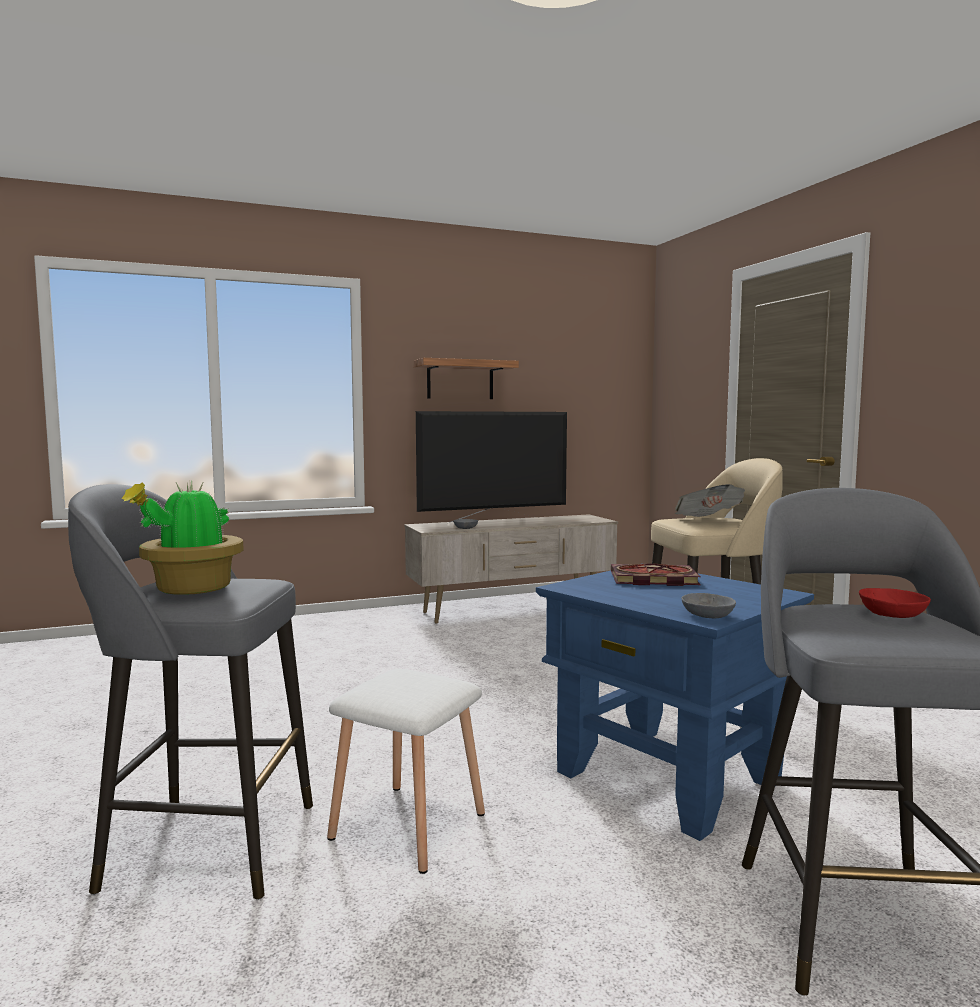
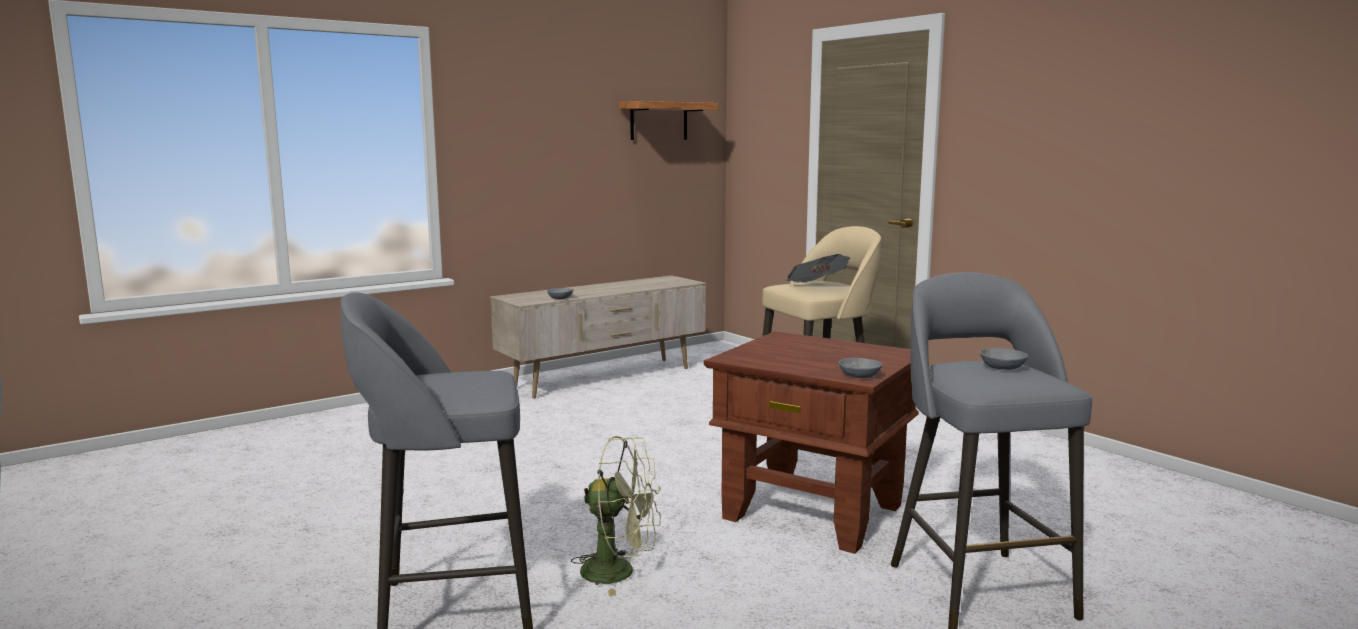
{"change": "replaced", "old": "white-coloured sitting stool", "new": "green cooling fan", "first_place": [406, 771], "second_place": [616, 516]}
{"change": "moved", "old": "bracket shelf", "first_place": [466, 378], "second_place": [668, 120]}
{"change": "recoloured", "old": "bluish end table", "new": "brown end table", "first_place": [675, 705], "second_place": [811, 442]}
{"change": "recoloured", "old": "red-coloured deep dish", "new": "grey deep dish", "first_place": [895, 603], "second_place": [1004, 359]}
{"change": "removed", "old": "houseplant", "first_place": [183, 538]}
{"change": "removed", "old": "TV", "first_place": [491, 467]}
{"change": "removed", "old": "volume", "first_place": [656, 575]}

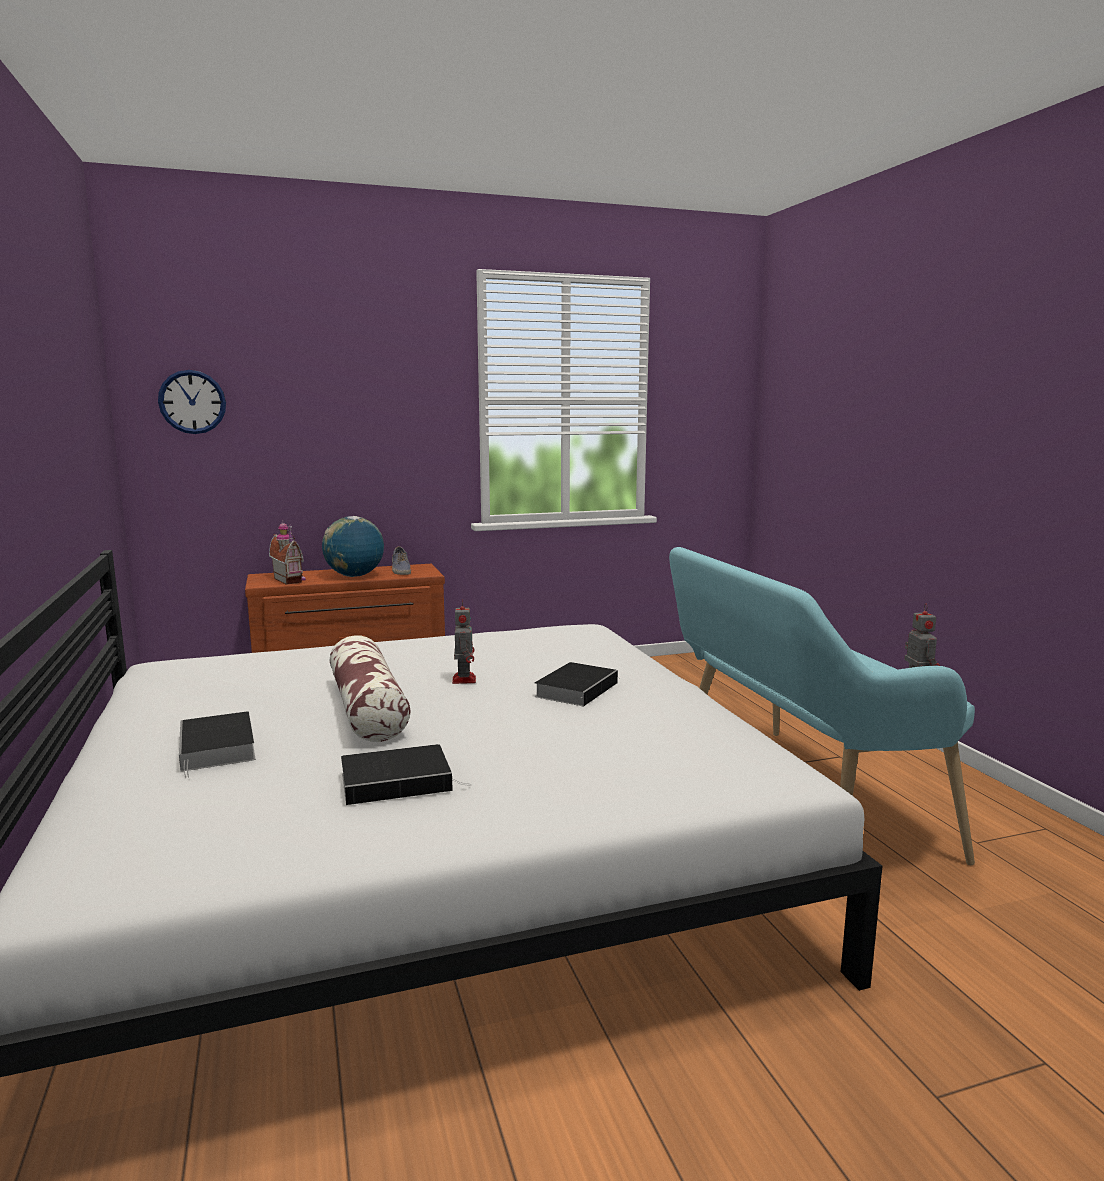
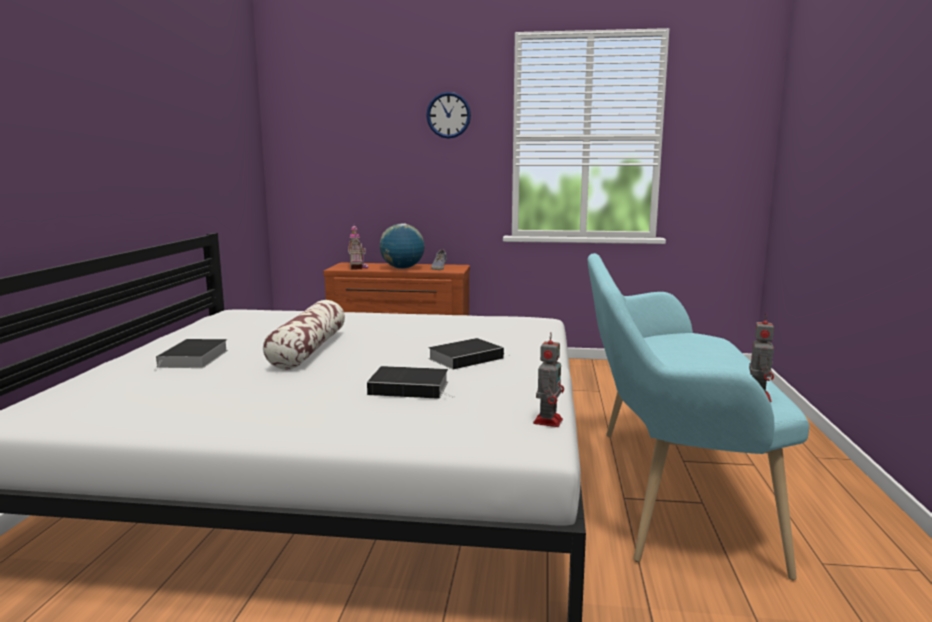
{"change": "moved", "old": "volume", "first_place": [406, 774], "second_place": [410, 382]}
{"change": "moved", "old": "clock on the wall", "first_place": [192, 402], "second_place": [448, 115]}
{"change": "moved", "old": "robot figure", "first_place": [464, 641], "second_place": [548, 379]}

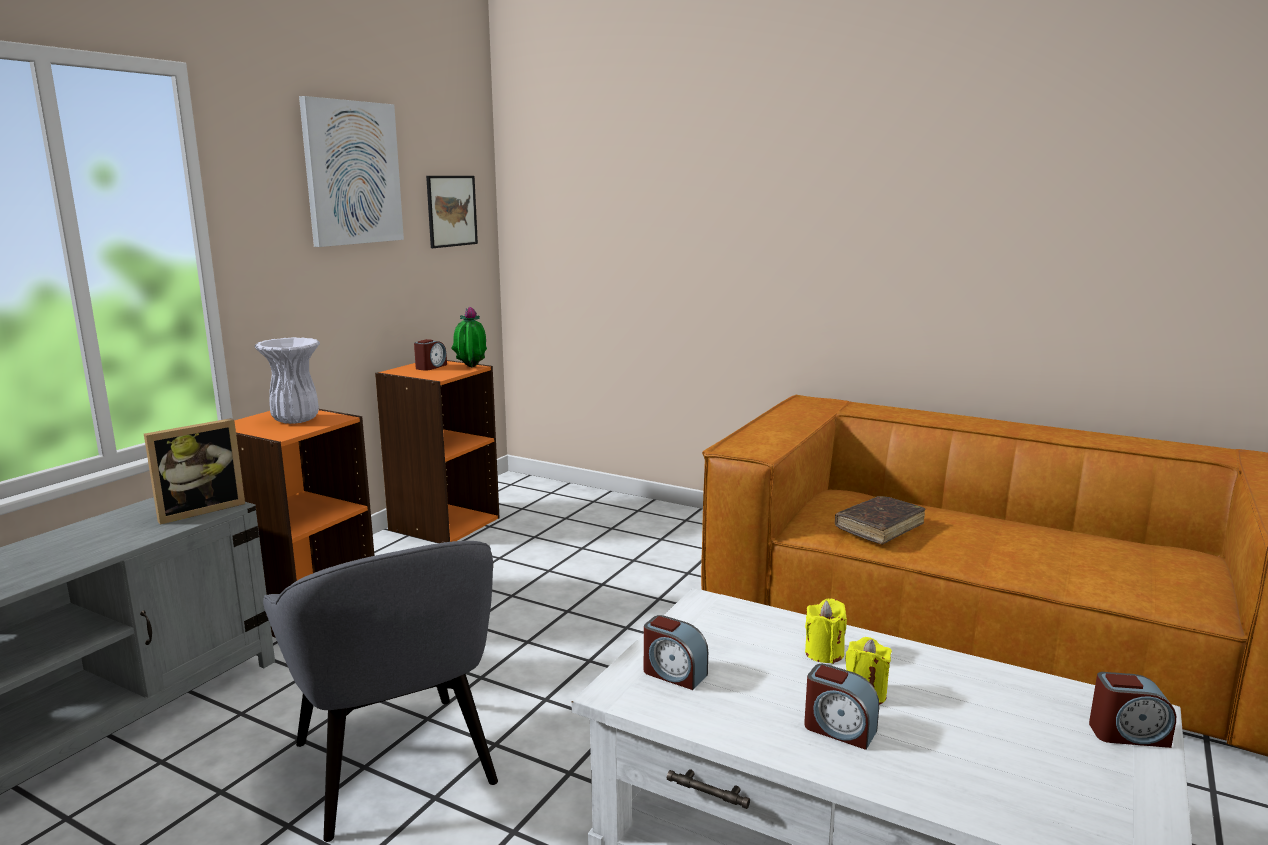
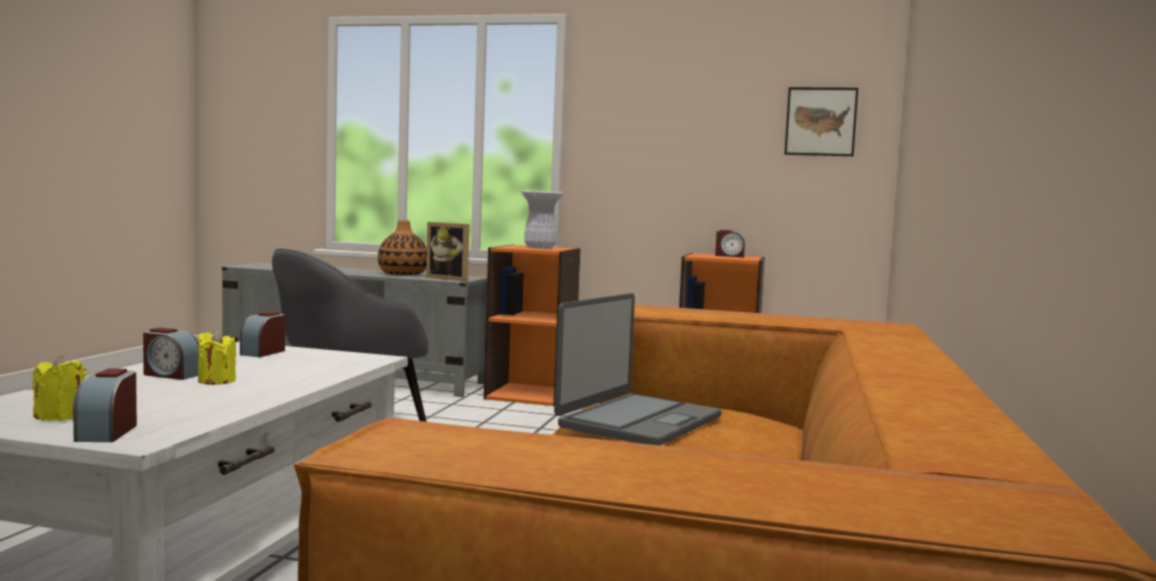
{"change": "moved", "old": "yellow-coloured candle", "first_place": [826, 631], "second_place": [59, 388]}
{"change": "turned", "old": "table clock", "first_place": [841, 707], "second_place": [171, 353], "degrees": -90}
{"change": "added", "new": "vase", "second_place": [402, 247]}
{"change": "replaced", "old": "brown volume", "new": "notebook computer", "first_place": [880, 520], "second_place": [637, 369]}
{"change": "removed", "old": "picture", "first_place": [351, 171]}
{"change": "removed", "old": "houseplant", "first_place": [469, 336]}

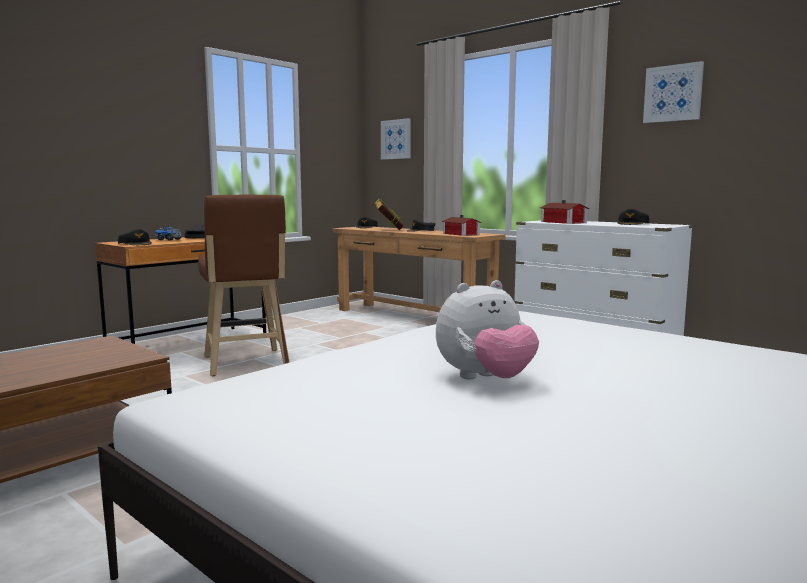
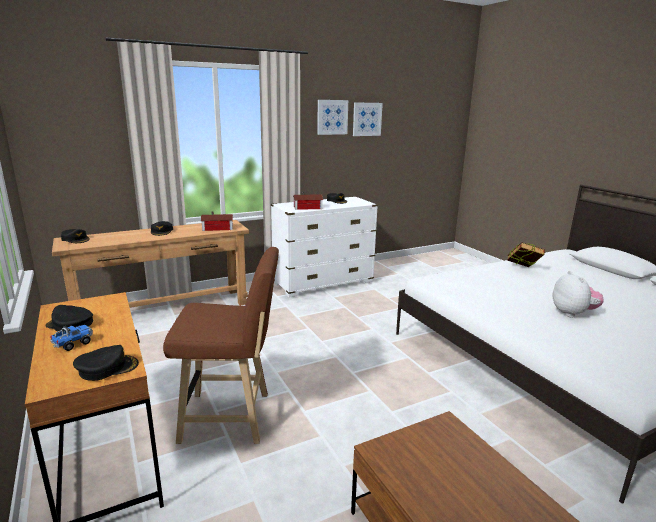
{"change": "moved", "old": "picture", "first_place": [396, 139], "second_place": [368, 119]}
{"change": "moved", "old": "volume", "first_place": [388, 214], "second_place": [526, 254]}

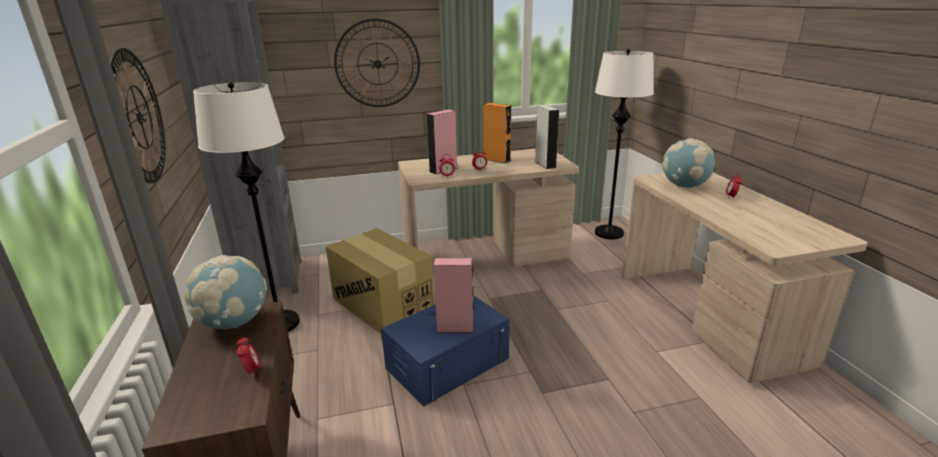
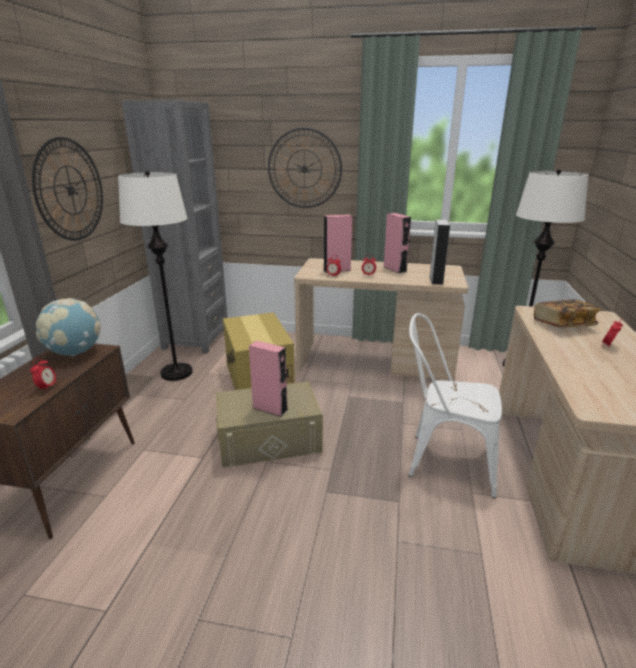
{"change": "recoloured", "old": "bluish storage box", "new": "beige-coloured storage box", "first_place": [445, 351], "second_place": [269, 424]}
{"change": "recoloured", "old": "orange-coloured speaker", "new": "pink-coloured speaker", "first_place": [497, 133], "second_place": [397, 243]}
{"change": "added", "new": "white-coloured plain chair", "second_place": [455, 405]}
{"change": "replaced", "old": "globe", "new": "volume", "first_place": [688, 163], "second_place": [568, 313]}

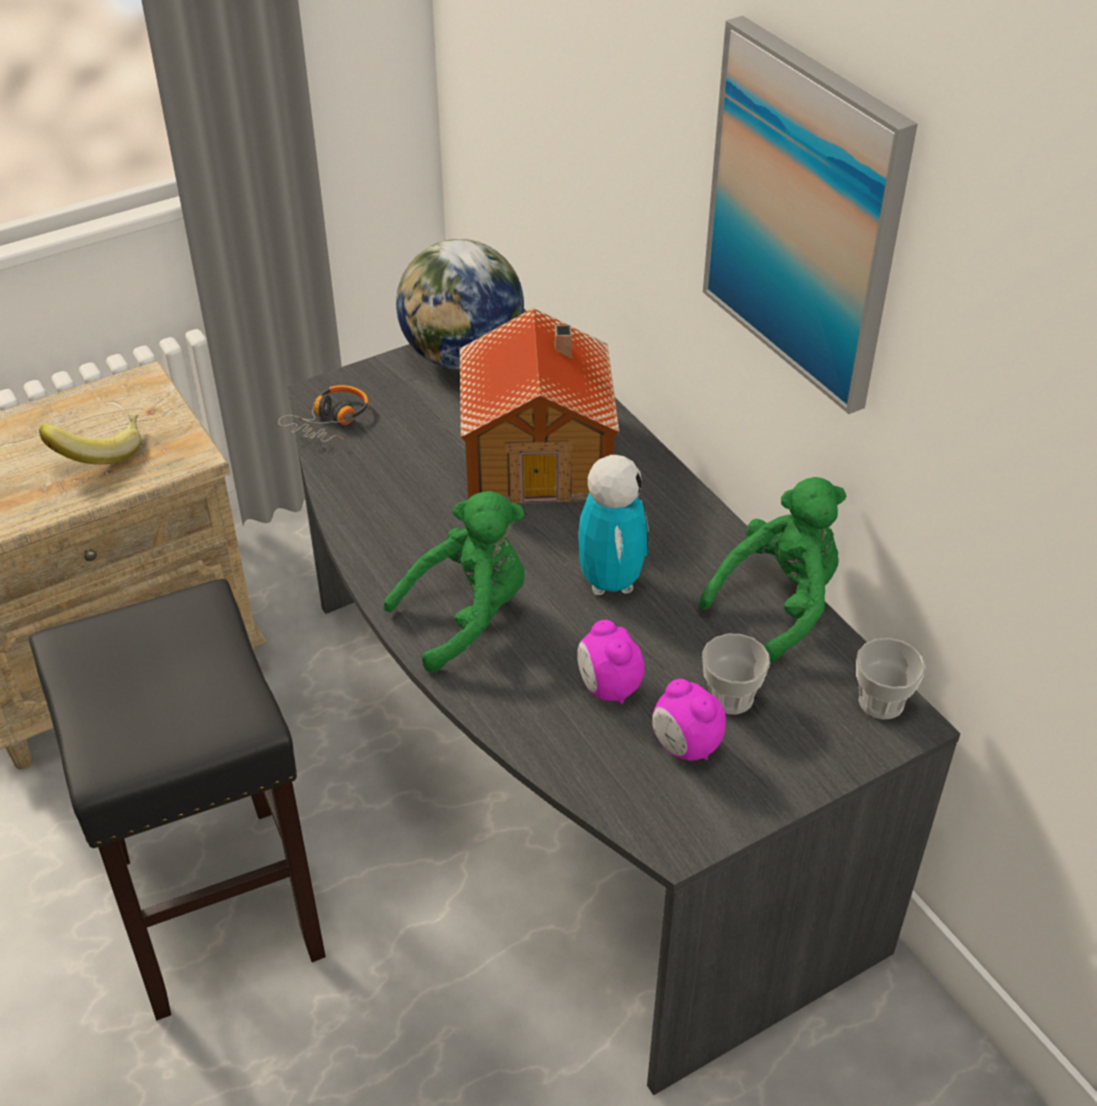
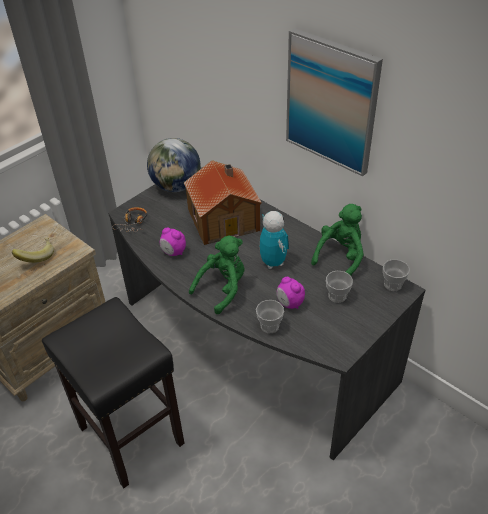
{"change": "moved", "old": "table clock", "first_place": [689, 720], "second_place": [173, 241]}
{"change": "added", "new": "drinking cup", "second_place": [270, 316]}

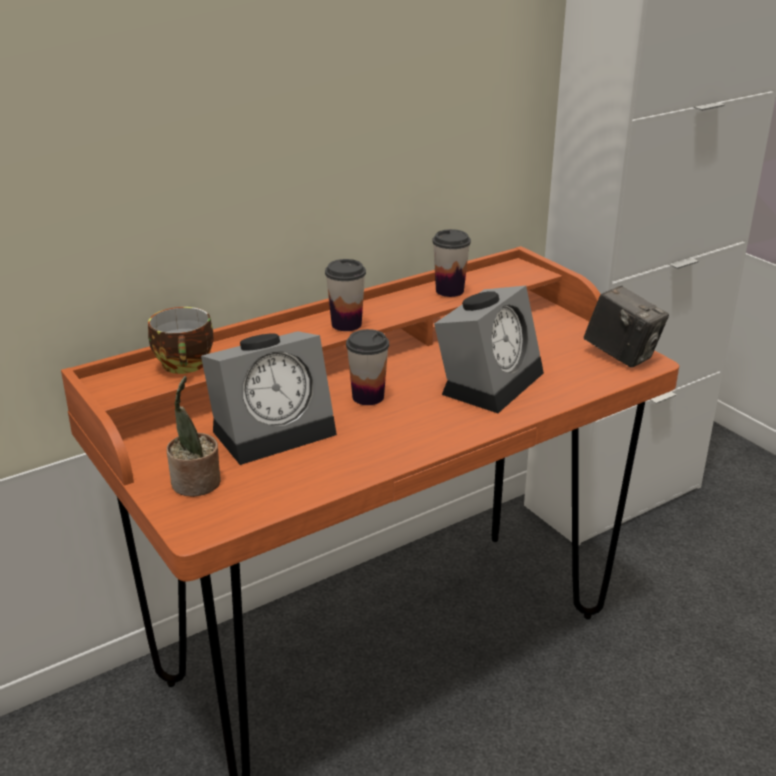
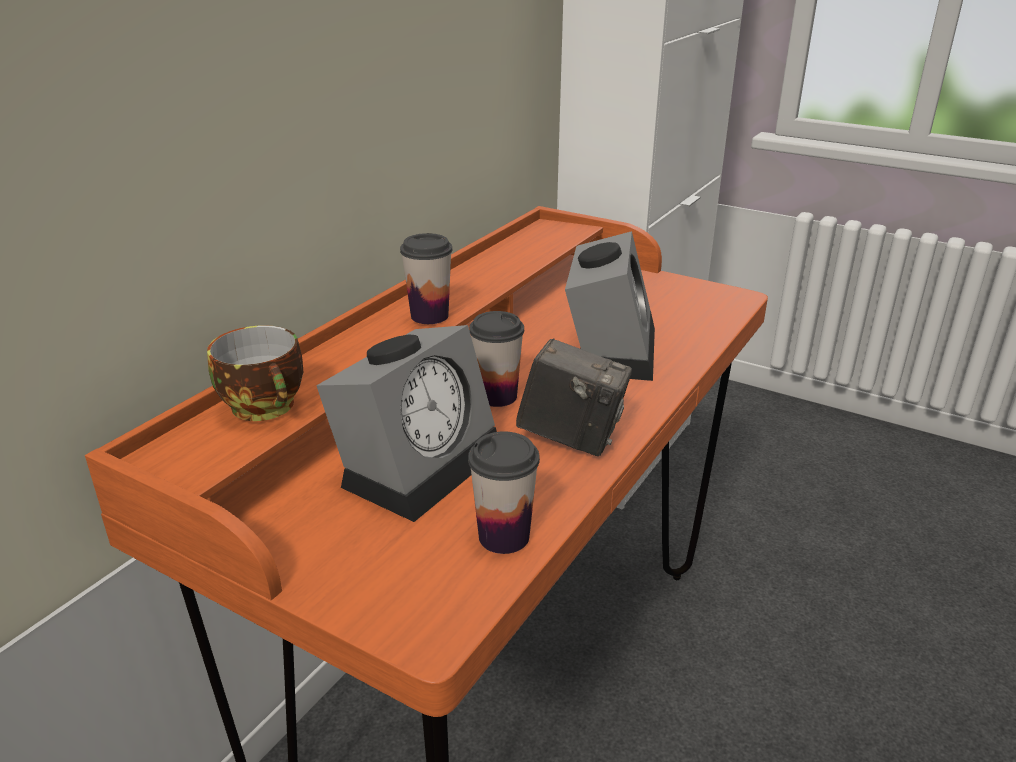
{"change": "moved", "old": "drinking cup", "first_place": [451, 263], "second_place": [504, 492]}
{"change": "moved", "old": "photo camera", "first_place": [626, 327], "second_place": [574, 397]}
{"change": "removed", "old": "houseplant", "first_place": [194, 436]}

